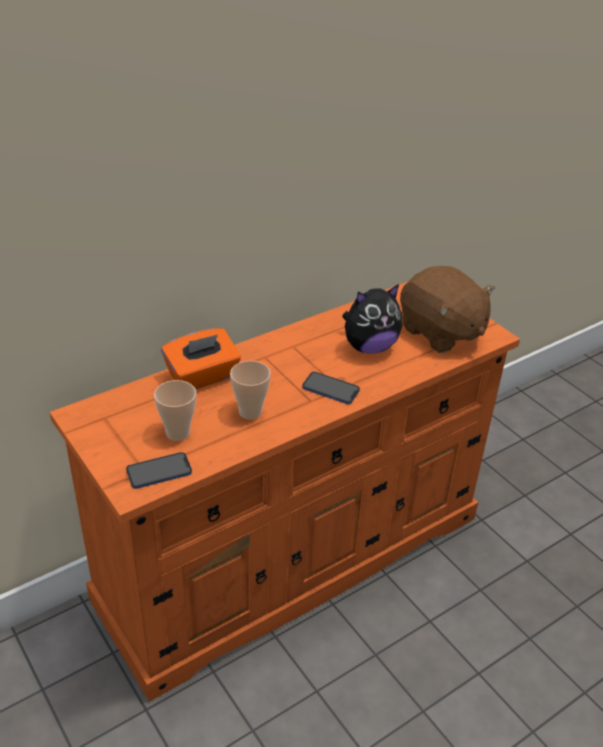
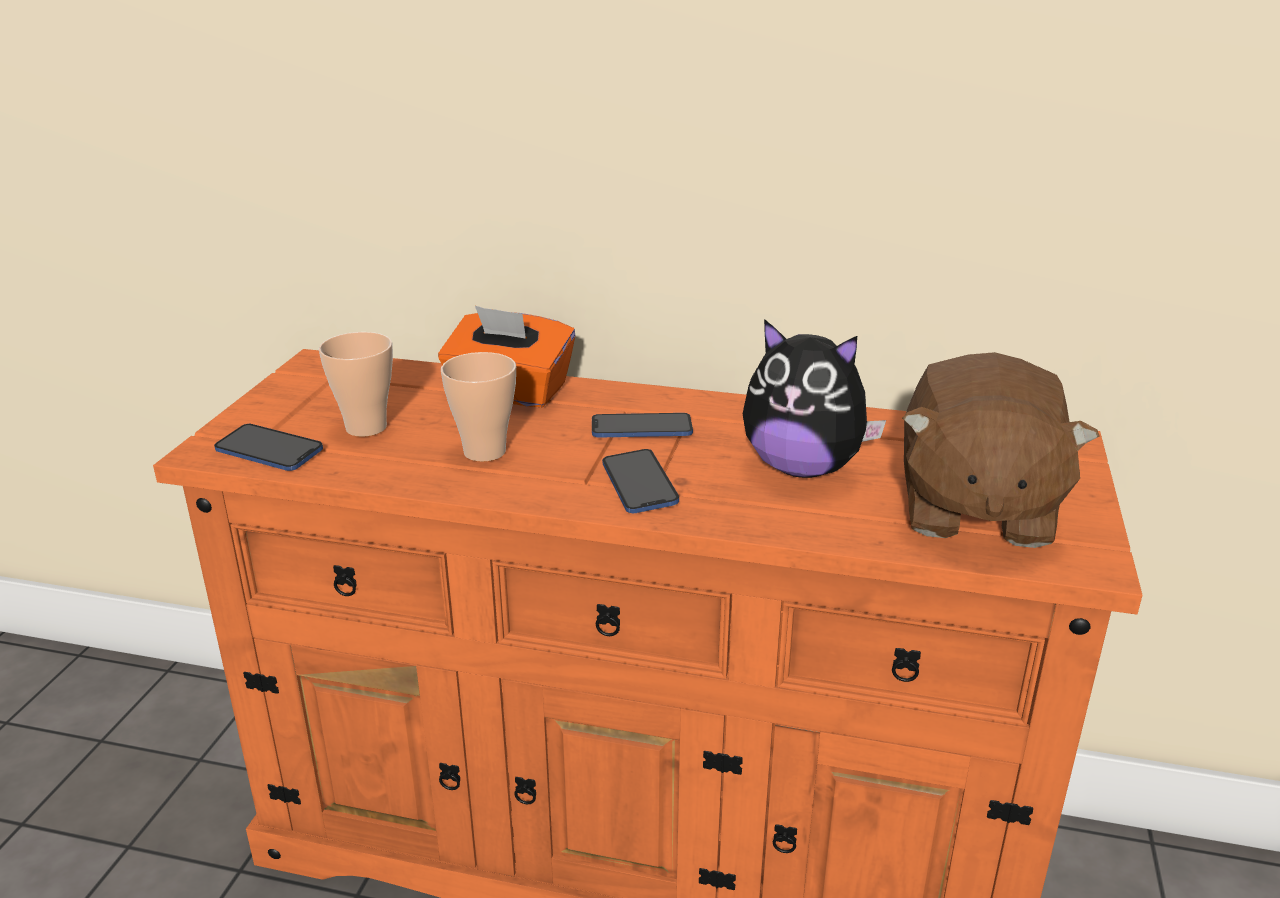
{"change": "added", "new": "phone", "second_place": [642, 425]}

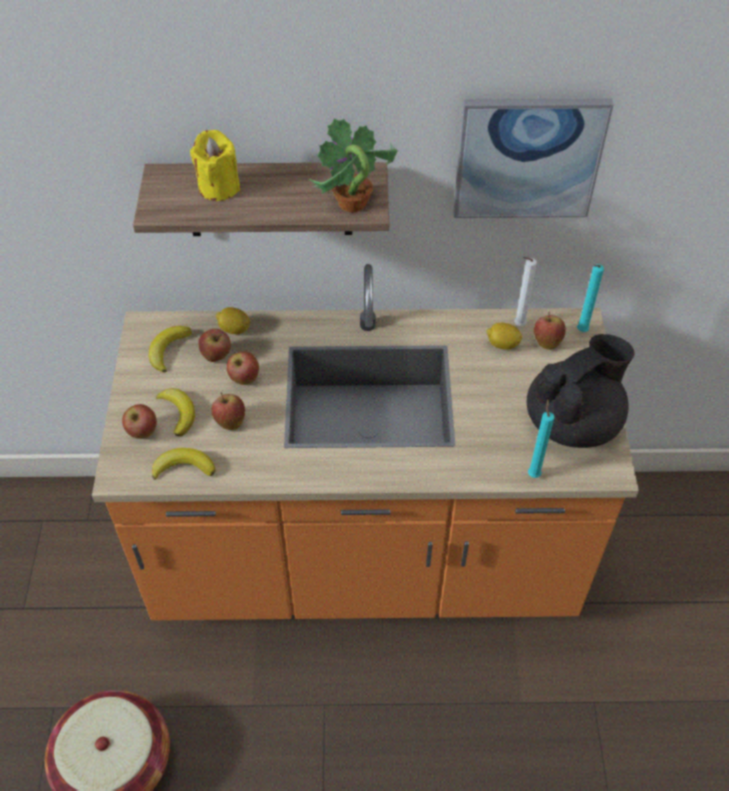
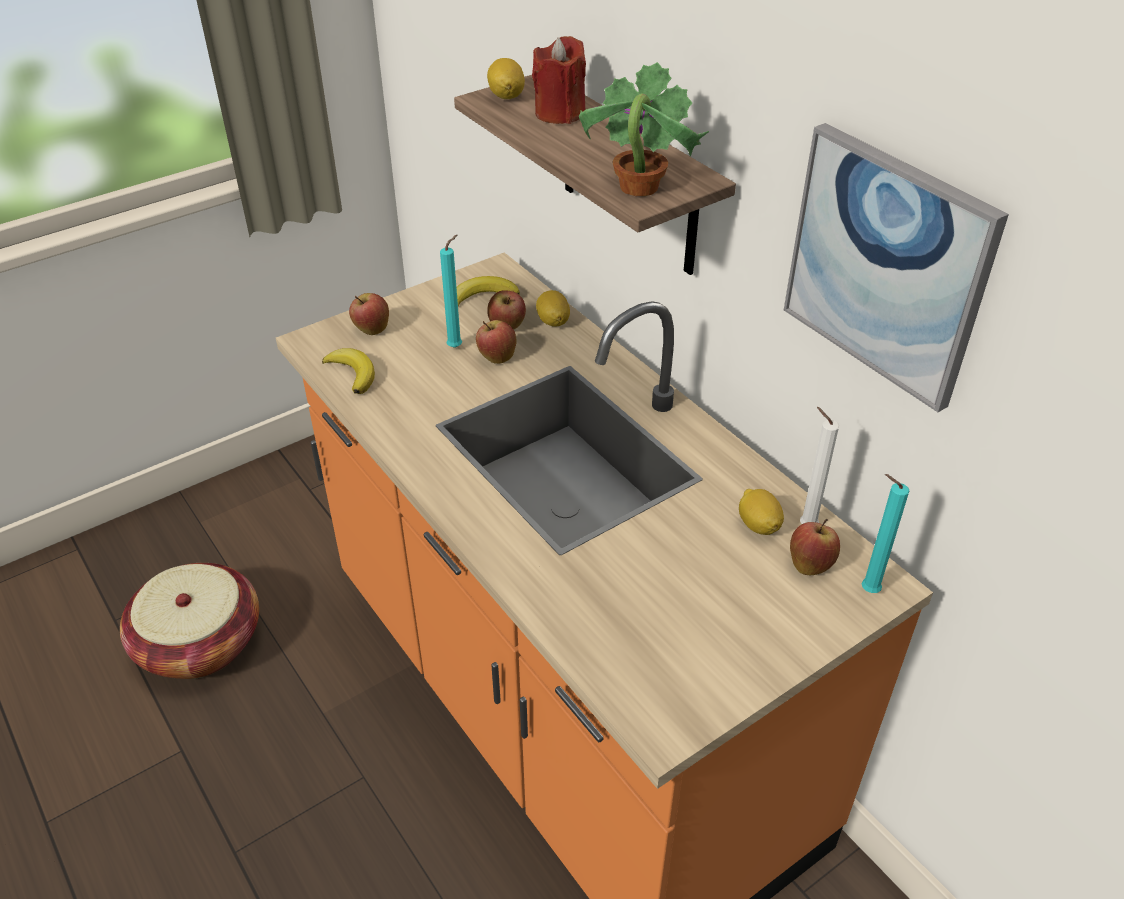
{"change": "moved", "old": "turquoise candle", "first_place": [541, 438], "second_place": [451, 291]}
{"change": "added", "new": "citrus fruit", "second_place": [506, 78]}
{"change": "recoloured", "old": "yellow-coloured candle", "new": "red-coloured candle", "first_place": [215, 165], "second_place": [559, 80]}
{"change": "removed", "old": "whole banana", "first_place": [175, 412]}
{"change": "removed", "old": "apple", "first_place": [228, 411]}
{"change": "removed", "old": "black tea pot", "first_place": [581, 391]}

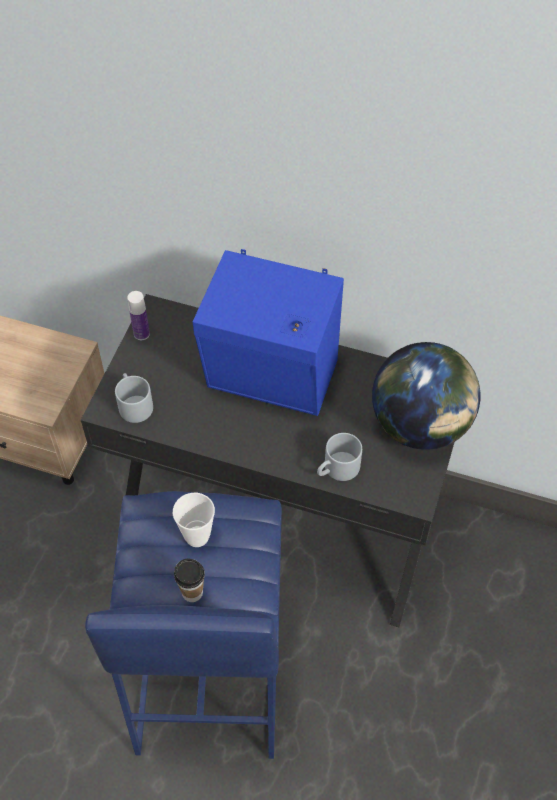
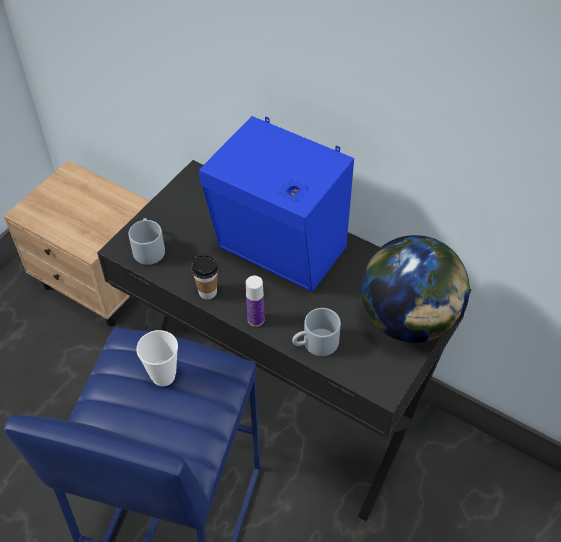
{"change": "moved", "old": "drinking cup", "first_place": [189, 580], "second_place": [204, 276]}
{"change": "moved", "old": "drink bottle", "first_place": [138, 315], "second_place": [255, 301]}

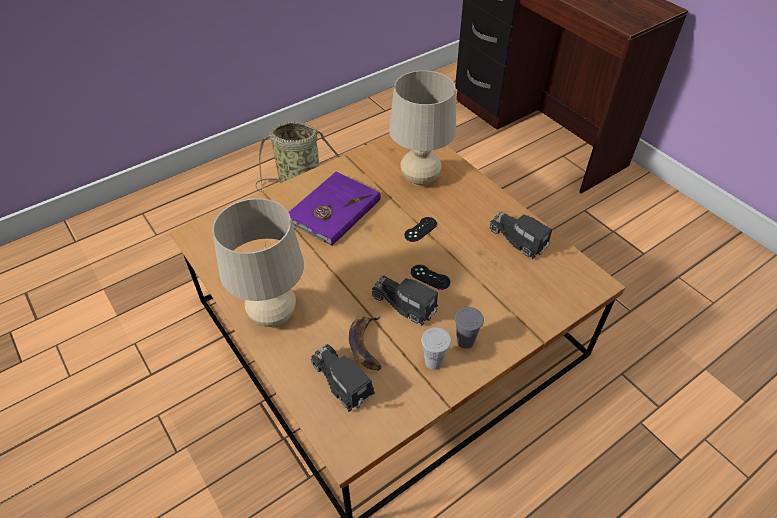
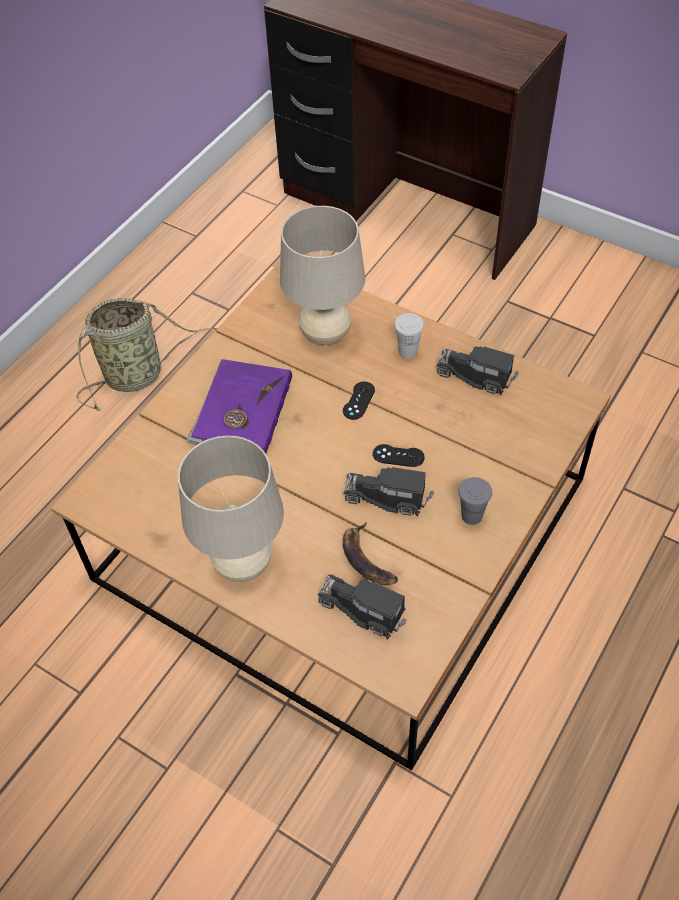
{"change": "moved", "old": "white-coloured drinking cup", "first_place": [436, 349], "second_place": [409, 335]}

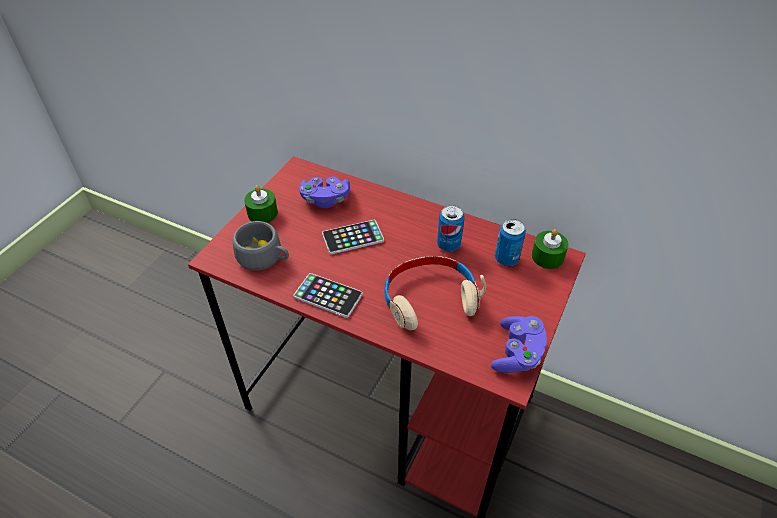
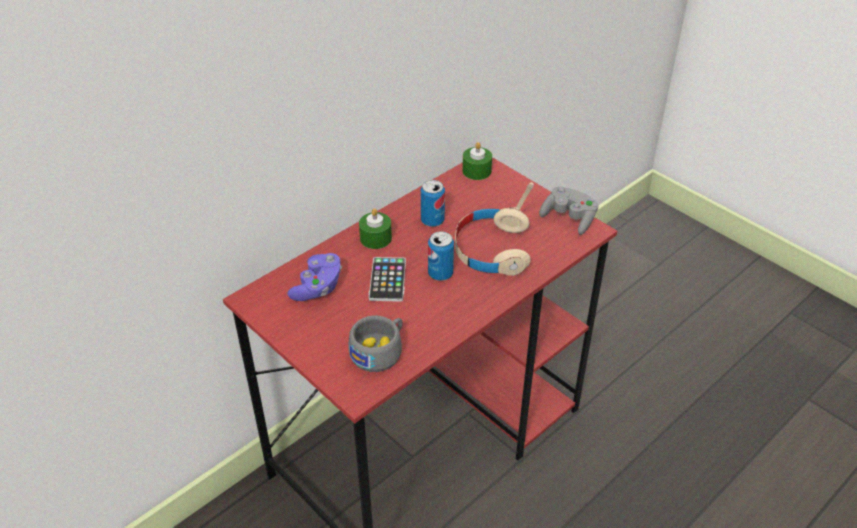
{"change": "moved", "old": "green candle", "first_place": [261, 204], "second_place": [375, 228]}
{"change": "moved", "old": "metal can", "first_place": [510, 242], "second_place": [441, 256]}
{"change": "recoloured", "old": "purple-coloured gamepad", "new": "grey gamepad", "first_place": [519, 344], "second_place": [568, 210]}
{"change": "removed", "old": "phone", "first_place": [328, 295]}

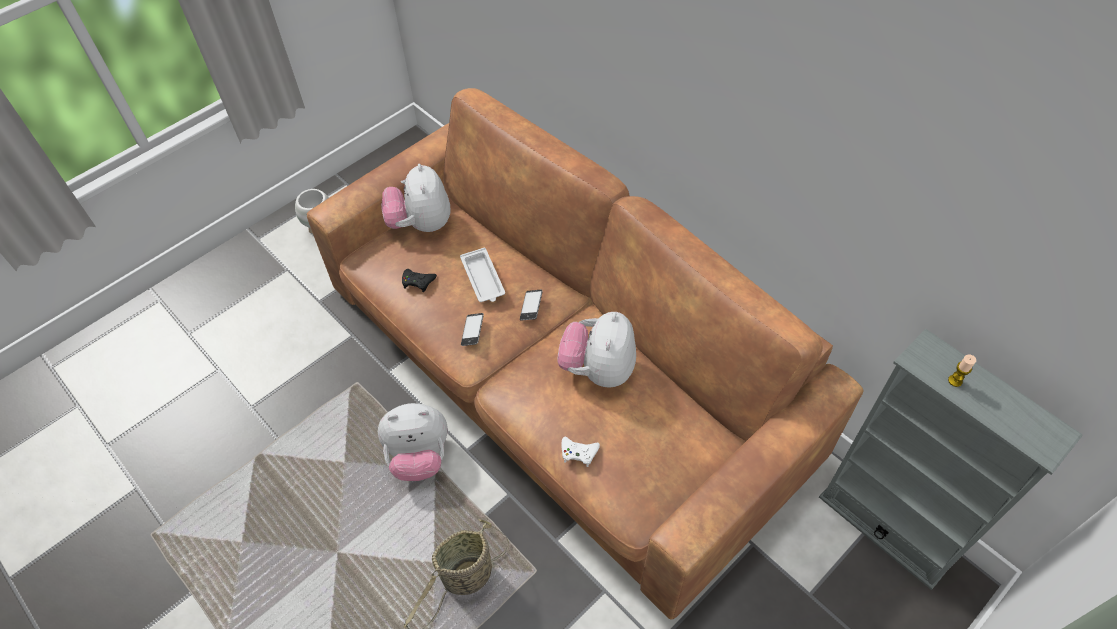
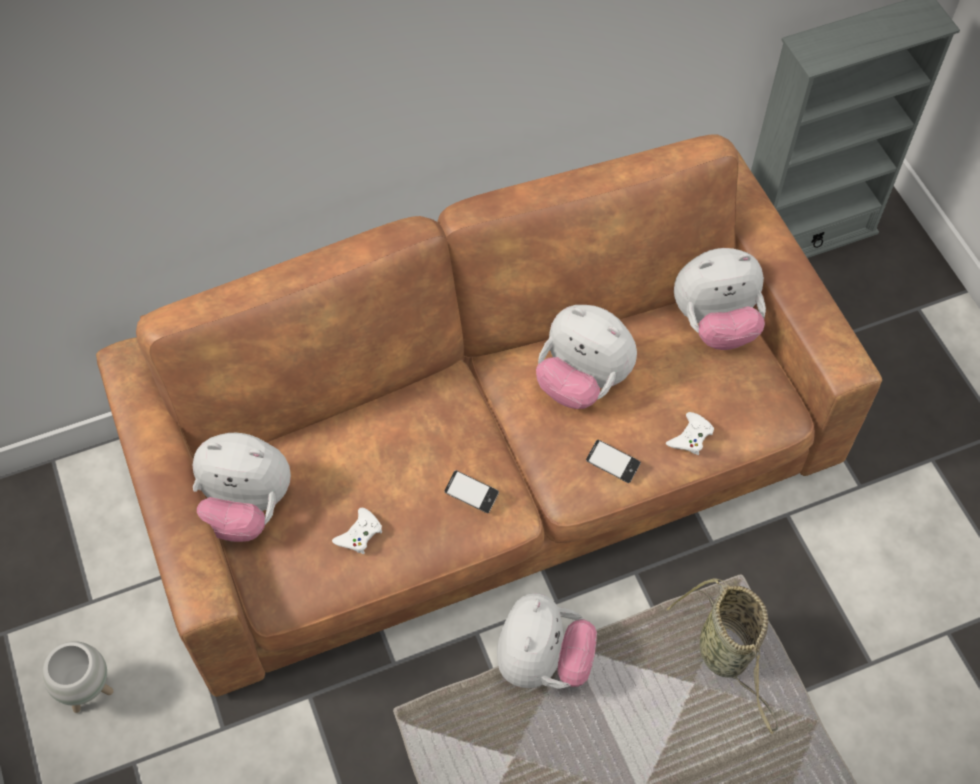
{"change": "recoloured", "old": "black gamepad", "new": "white-coloured gamepad", "first_place": [419, 280], "second_place": [357, 531]}
{"change": "moved", "old": "phone", "first_place": [531, 305], "second_place": [613, 461]}
{"change": "added", "new": "plush toy", "second_place": [720, 299]}
{"change": "removed", "old": "white-coloured serving tray", "first_place": [482, 275]}
{"change": "removed", "old": "candle", "first_place": [962, 370]}

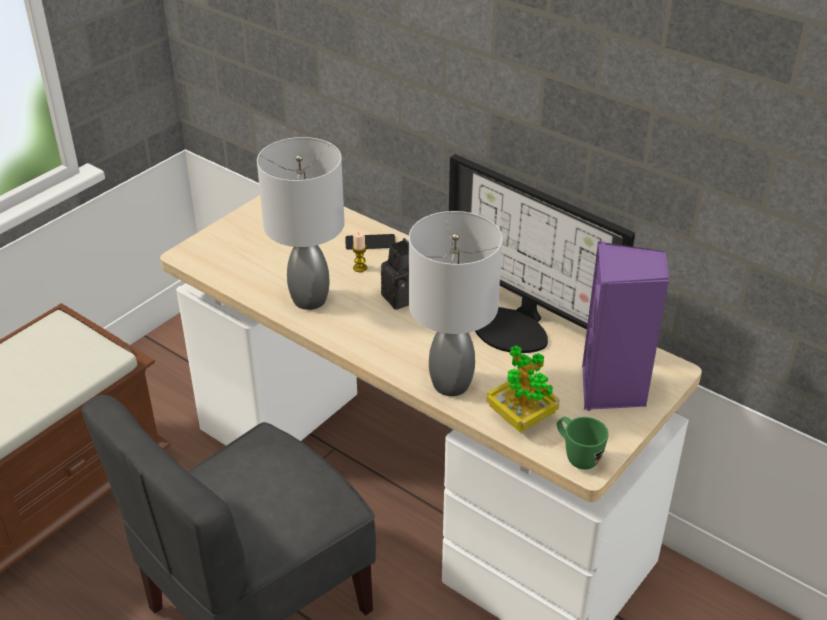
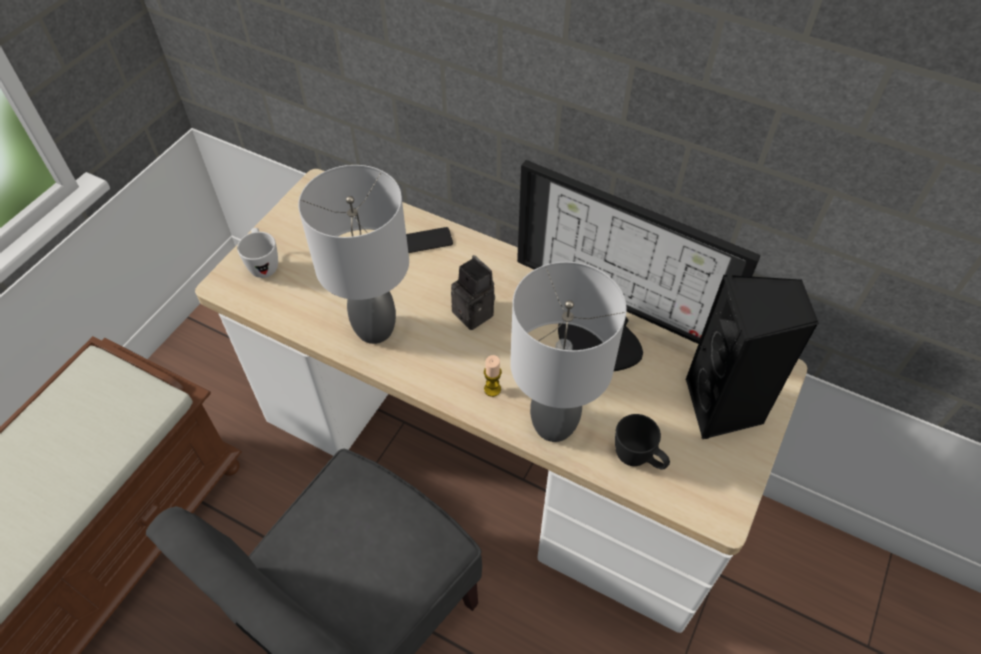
{"change": "added", "new": "white-coloured mug", "second_place": [257, 253]}
{"change": "moved", "old": "candle", "first_place": [359, 251], "second_place": [493, 376]}
{"change": "replaced", "old": "houseplant", "new": "black mug", "first_place": [523, 388], "second_place": [642, 442]}
{"change": "recoloured", "old": "purple-coloured speaker", "new": "black speaker", "first_place": [626, 326], "second_place": [752, 356]}
{"change": "removed", "old": "green mug", "first_place": [582, 443]}

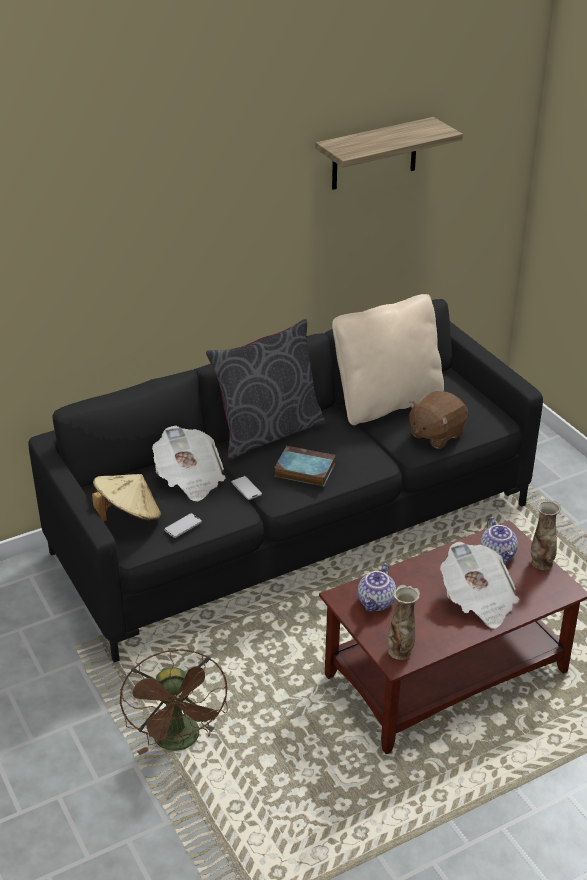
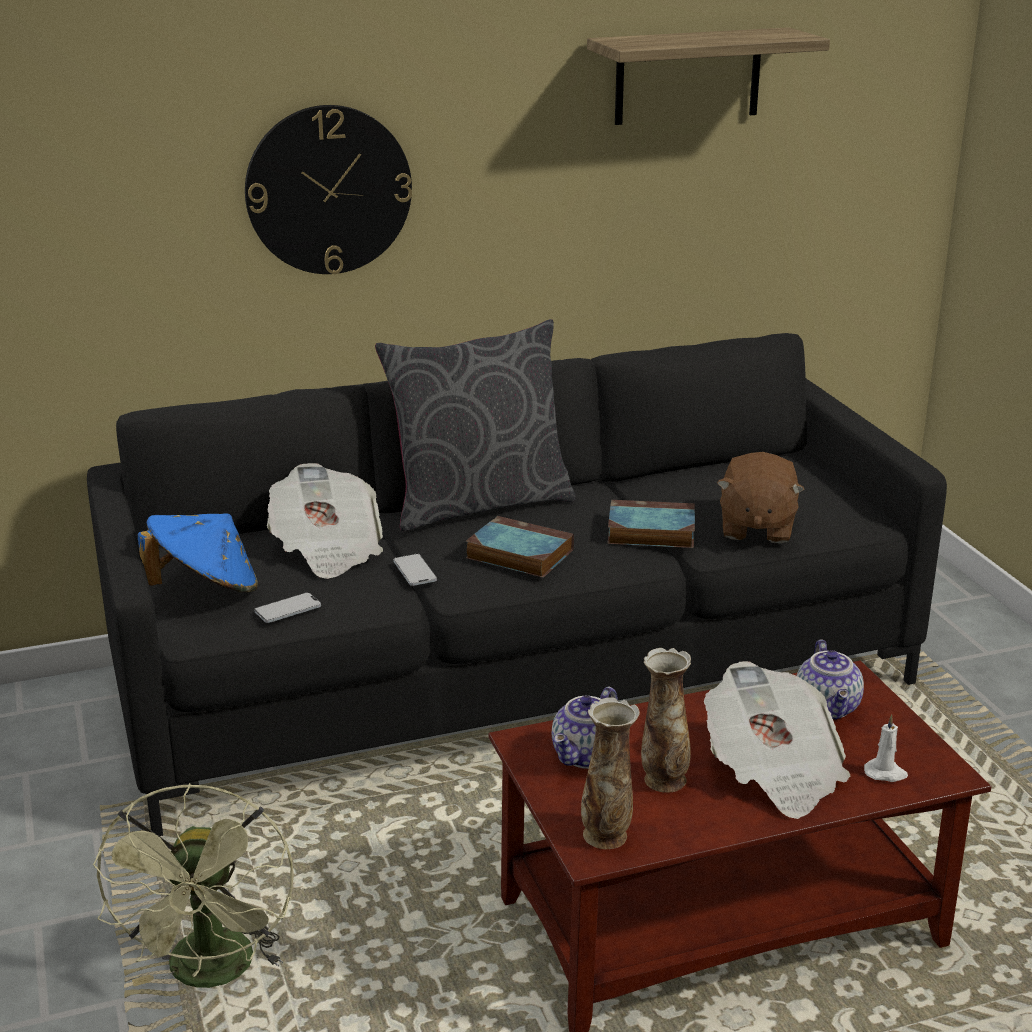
{"change": "recoloured", "old": "brown cooling fan", "new": "green cooling fan", "first_place": [174, 702], "second_place": [193, 885]}
{"change": "recoloured", "old": "beige-coloured clothing hat", "new": "bluish clothing hat", "first_place": [126, 497], "second_place": [198, 552]}
{"change": "added", "new": "clock on the wall", "second_place": [328, 189]}
{"change": "added", "new": "volume", "second_place": [651, 524]}
{"change": "moved", "old": "vase", "first_place": [546, 534], "second_place": [666, 720]}
{"change": "turned", "old": "brown plush toy", "first_place": [438, 420], "second_place": [761, 497], "degrees": -45}
{"change": "added", "new": "white-coloured candle", "second_place": [886, 748]}
{"change": "removed", "old": "beige-coloured throw pillow", "first_place": [388, 359]}

